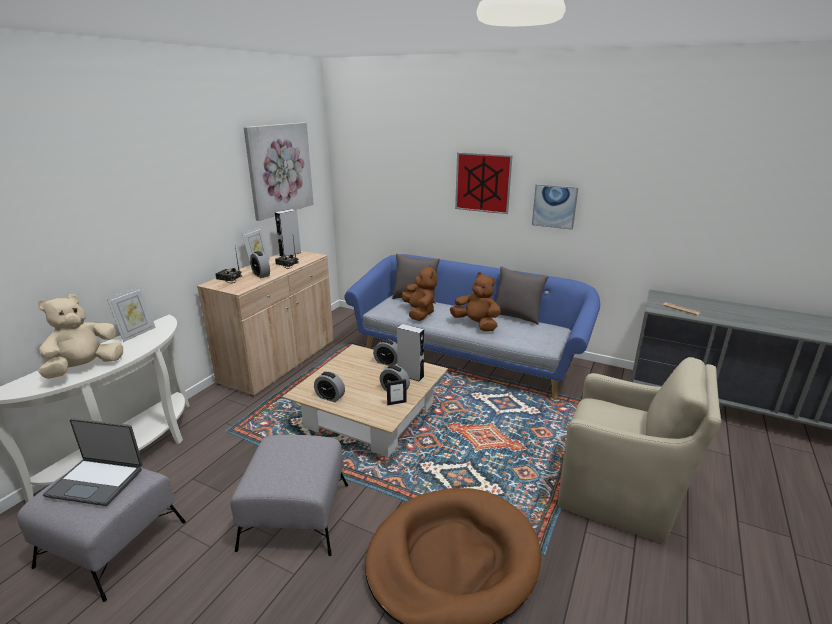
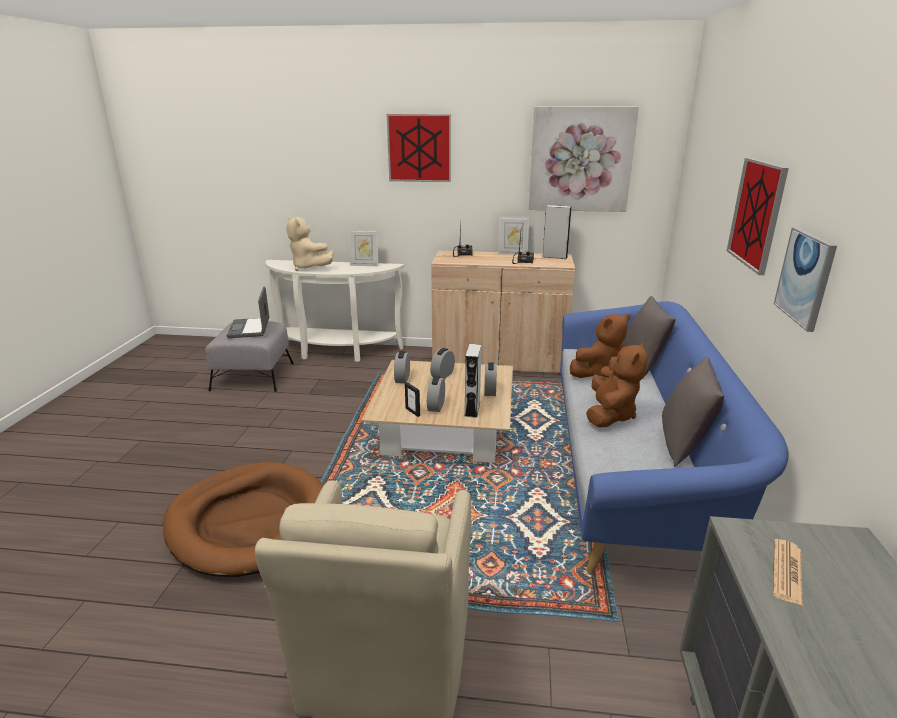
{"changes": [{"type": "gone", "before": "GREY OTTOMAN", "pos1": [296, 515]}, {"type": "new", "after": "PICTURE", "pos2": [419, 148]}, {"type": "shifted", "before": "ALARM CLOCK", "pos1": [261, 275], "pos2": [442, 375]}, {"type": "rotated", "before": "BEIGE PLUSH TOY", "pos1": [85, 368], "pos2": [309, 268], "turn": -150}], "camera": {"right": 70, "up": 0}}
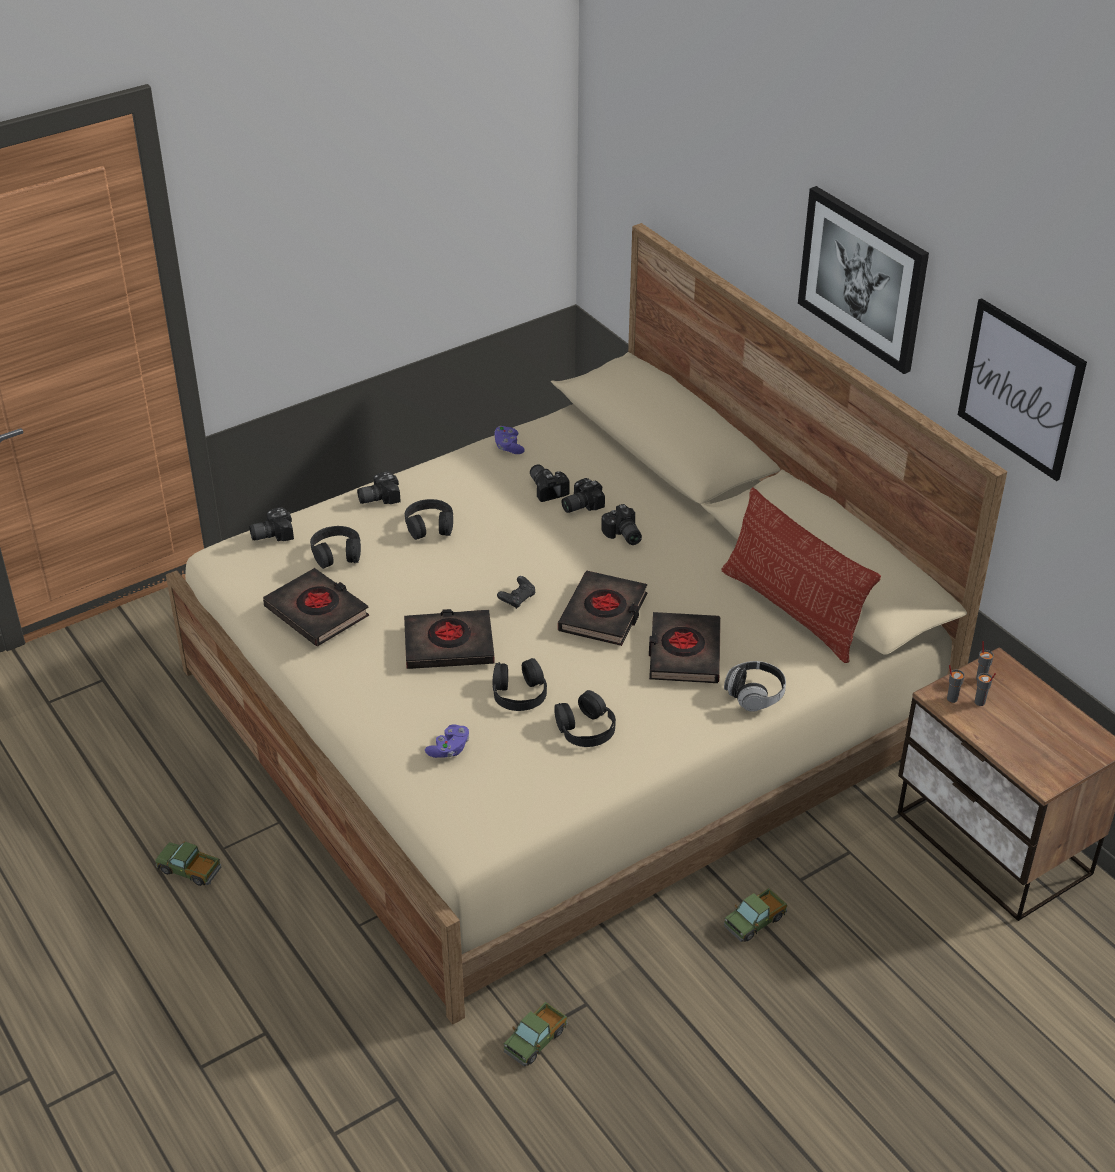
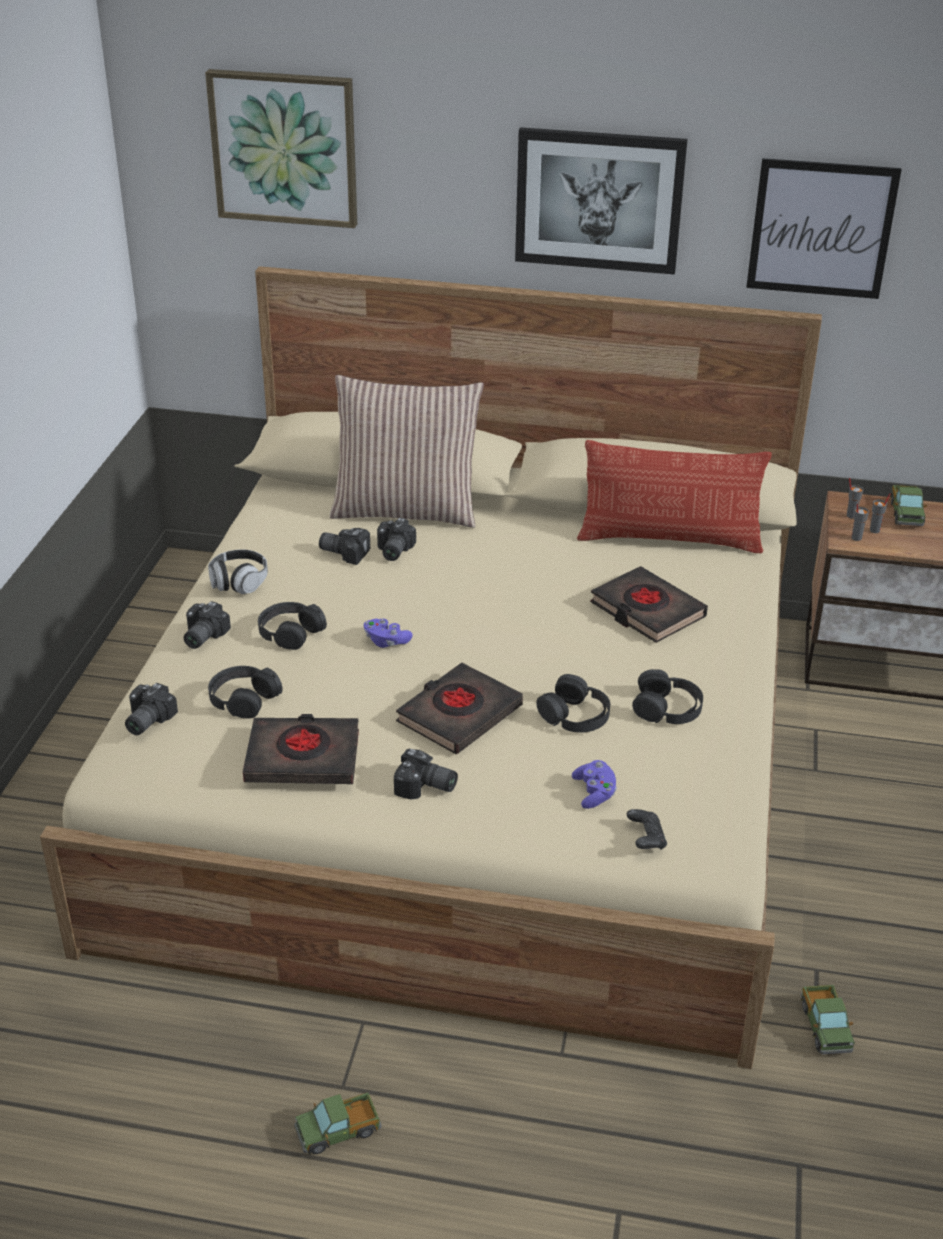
{"changes": [{"type": "gone", "before": "BLACK BOOK", "pos1": [603, 614]}, {"type": "new", "after": "PICTURE", "pos2": [284, 148]}, {"type": "new", "after": "PILLOW", "pos2": [406, 510]}, {"type": "shifted", "before": "PURPLE GAME CONTROLLER", "pos1": [508, 447], "pos2": [386, 641]}, {"type": "shifted", "before": "BLACK GAME CONTROLLER", "pos1": [517, 599], "pos2": [646, 839]}, {"type": "shifted", "before": "PHOTO CAMERA", "pos1": [622, 536], "pos2": [425, 788]}, {"type": "shifted", "before": "HEADPHONES", "pos1": [755, 695], "pos2": [239, 582]}, {"type": "shifted", "before": "TOY TRUCK", "pos1": [754, 922], "pos2": [905, 514]}], "camera": {"right": -45, "up": -5}}
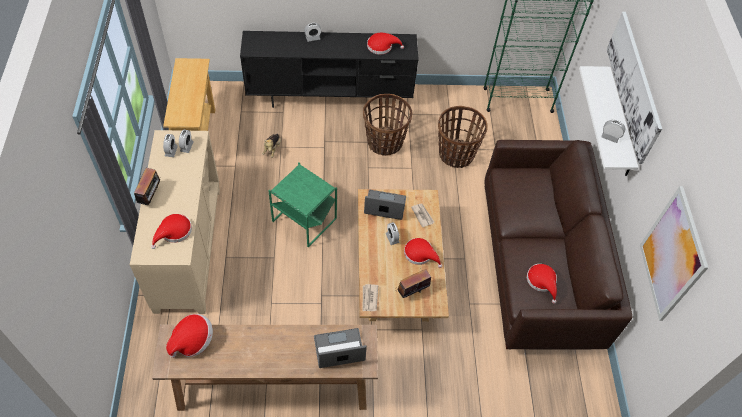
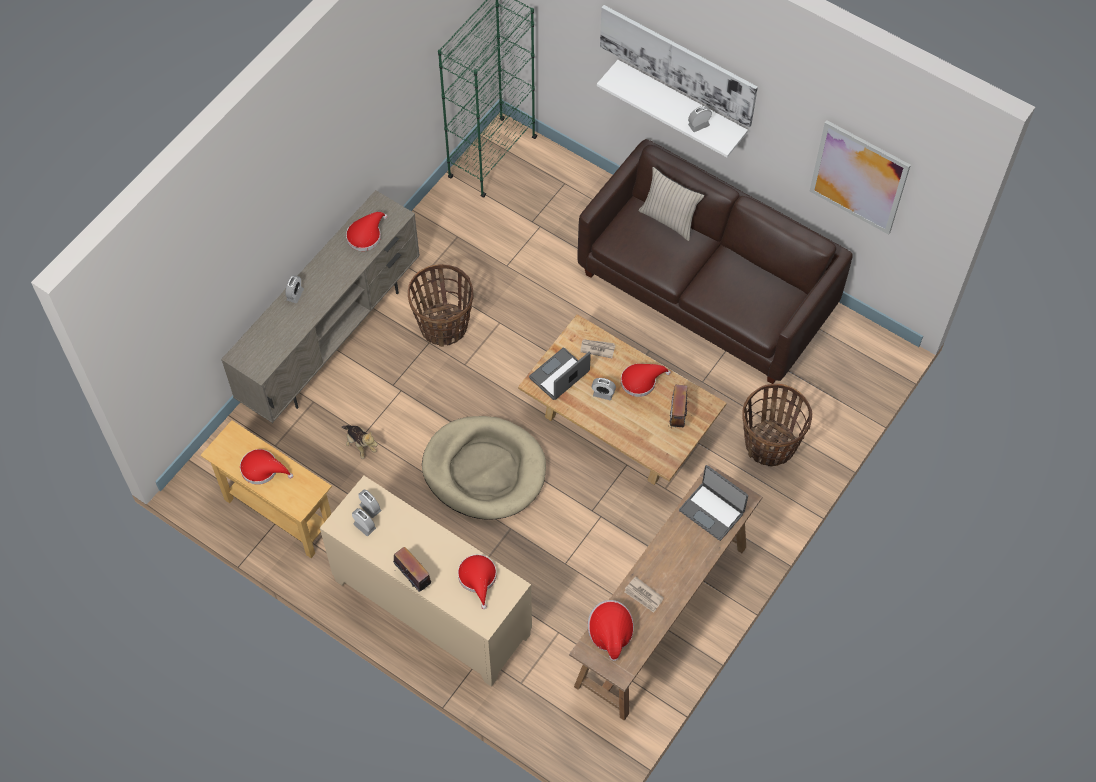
{"changes": [{"type": "new", "after": "BEIGE PILLOW", "pos2": [669, 219]}, {"type": "shifted", "before": "NEWSPAPER", "pos1": [369, 298], "pos2": [643, 595]}, {"type": "shifted", "before": "BASKET", "pos1": [456, 154], "pos2": [770, 445]}, {"type": "shifted", "before": "RED HAT", "pos1": [542, 281], "pos2": [263, 469]}, {"type": "swapped", "before": "GREEN SIDE TABLE", "after": "BEIGE DOG BED", "pos1": [304, 219], "pos2": [484, 470]}, {"type": "repainted", "before": "BLACK TV STAND", "after": "BEIGE TV STAND", "pos1": [330, 97], "pos2": [332, 338]}, {"type": "rotated", "before": "LAPTOP", "pos1": [339, 350], "pos2": [712, 511], "turn": -75}], "camera": {"right": -50, "up": 5}}
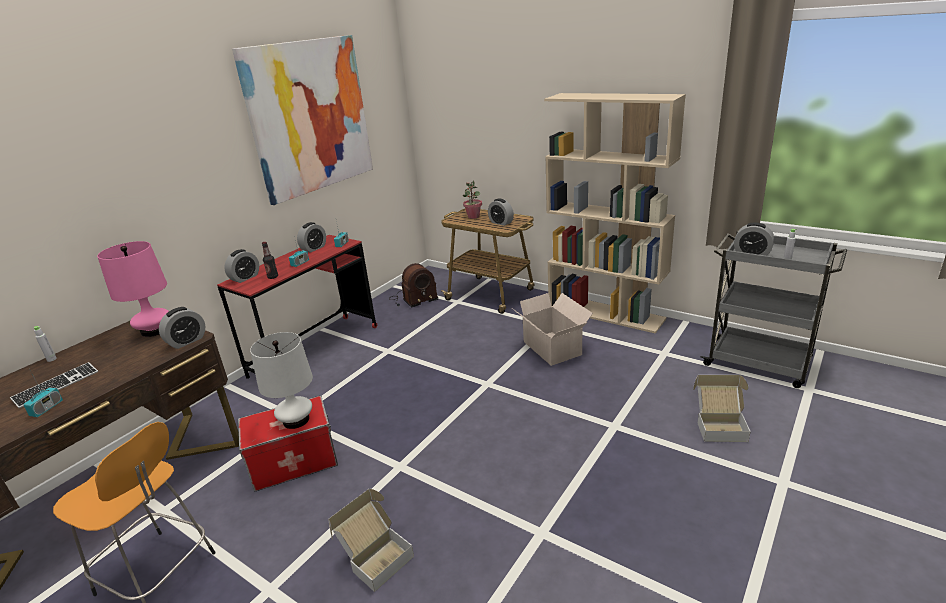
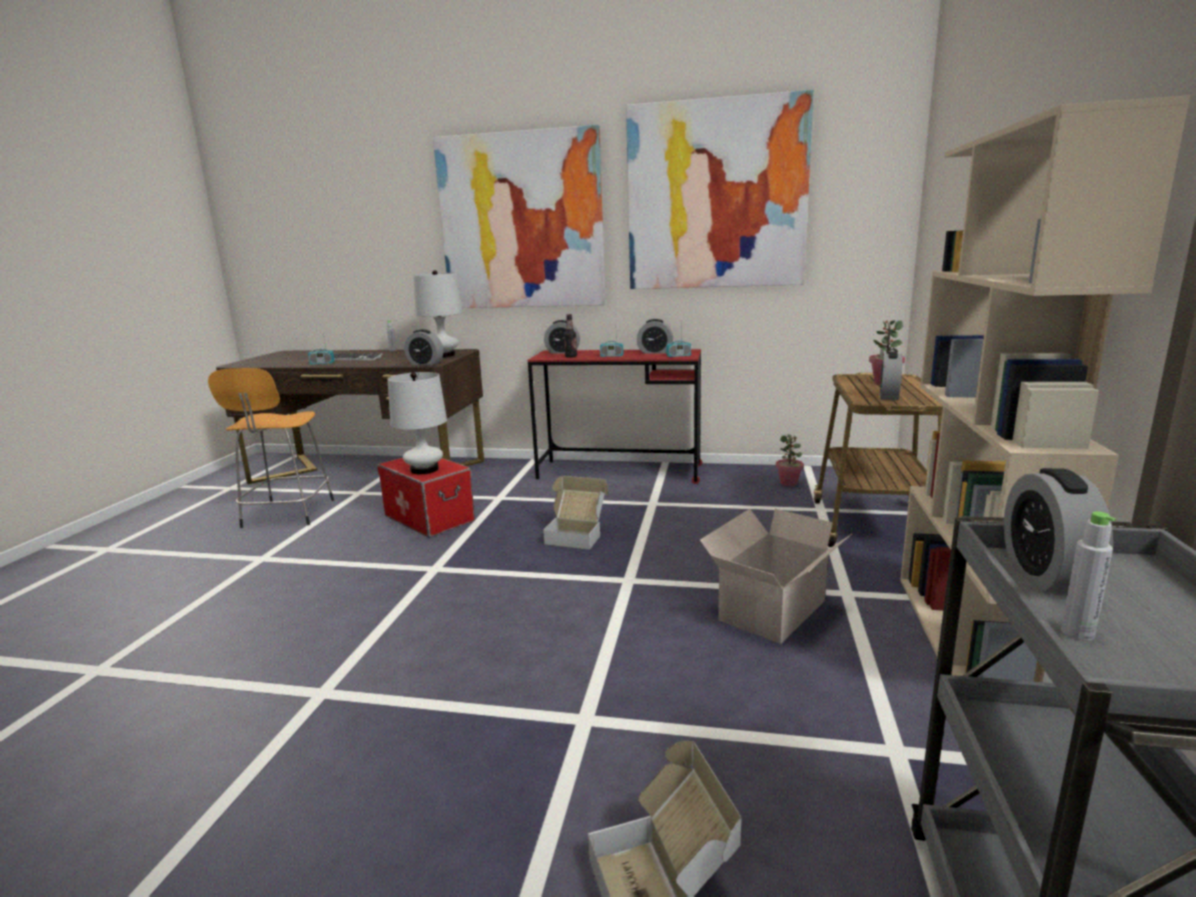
{"changes": [{"type": "new", "after": "PICTURE", "pos2": [521, 222]}, {"type": "shifted", "before": "CARDBOARD BOX", "pos1": [375, 556], "pos2": [577, 535]}, {"type": "swapped", "before": "RADIO", "after": "POTTED PLANT", "pos1": [413, 299], "pos2": [789, 483]}, {"type": "repainted", "before": "PINK TABLE LAMP", "after": "WHITE TABLE LAMP", "pos1": [154, 330], "pos2": [443, 355]}], "camera": {"right": 65, "up": -10}}
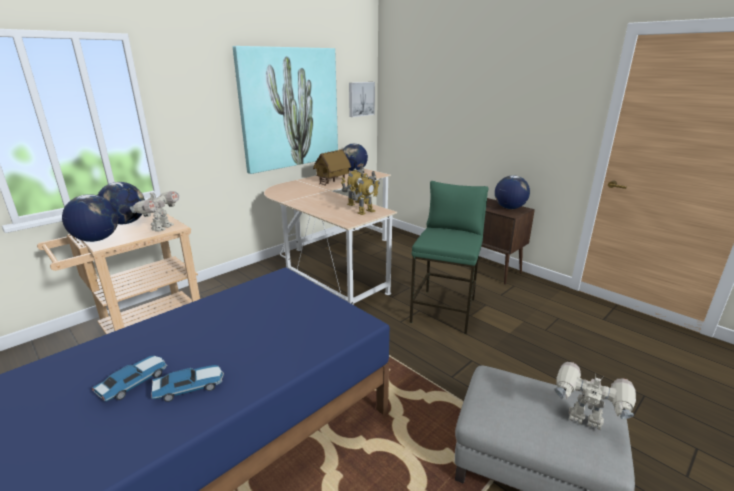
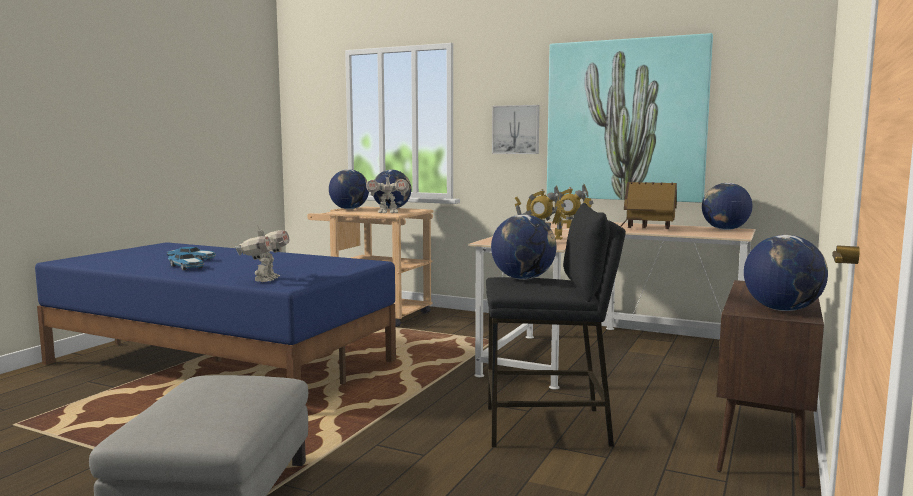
{"changes": [{"type": "new", "after": "GLOBE", "pos2": [523, 278]}, {"type": "shifted", "before": "PICTURE", "pos1": [360, 99], "pos2": [516, 129]}, {"type": "shifted", "before": "TOY ROBOT", "pos1": [585, 422], "pos2": [265, 280]}, {"type": "repainted", "before": "GREEN STOOL", "after": "BLACK STOOL", "pos1": [444, 310], "pos2": [547, 427]}], "camera": {"right": 70, "up": -15}}
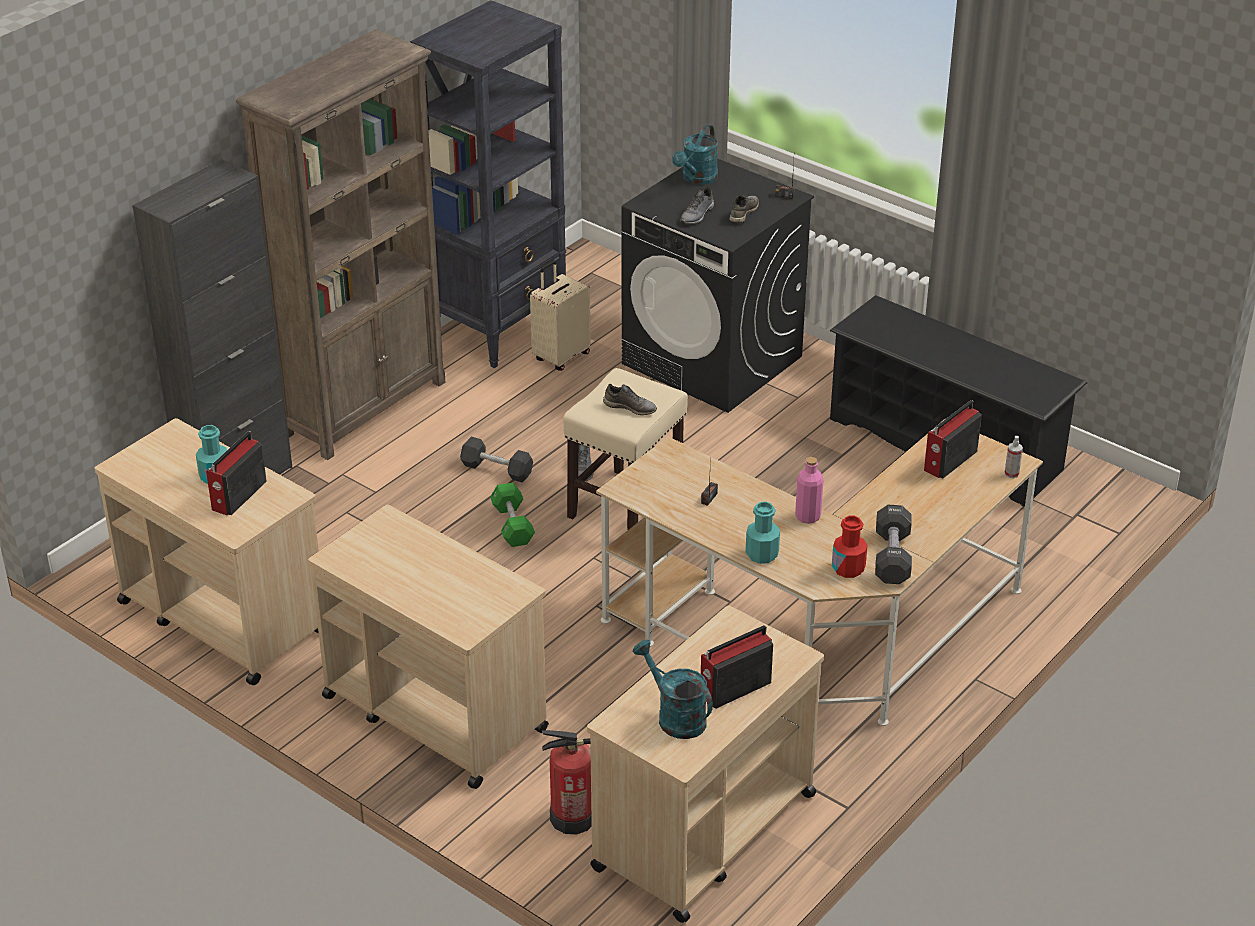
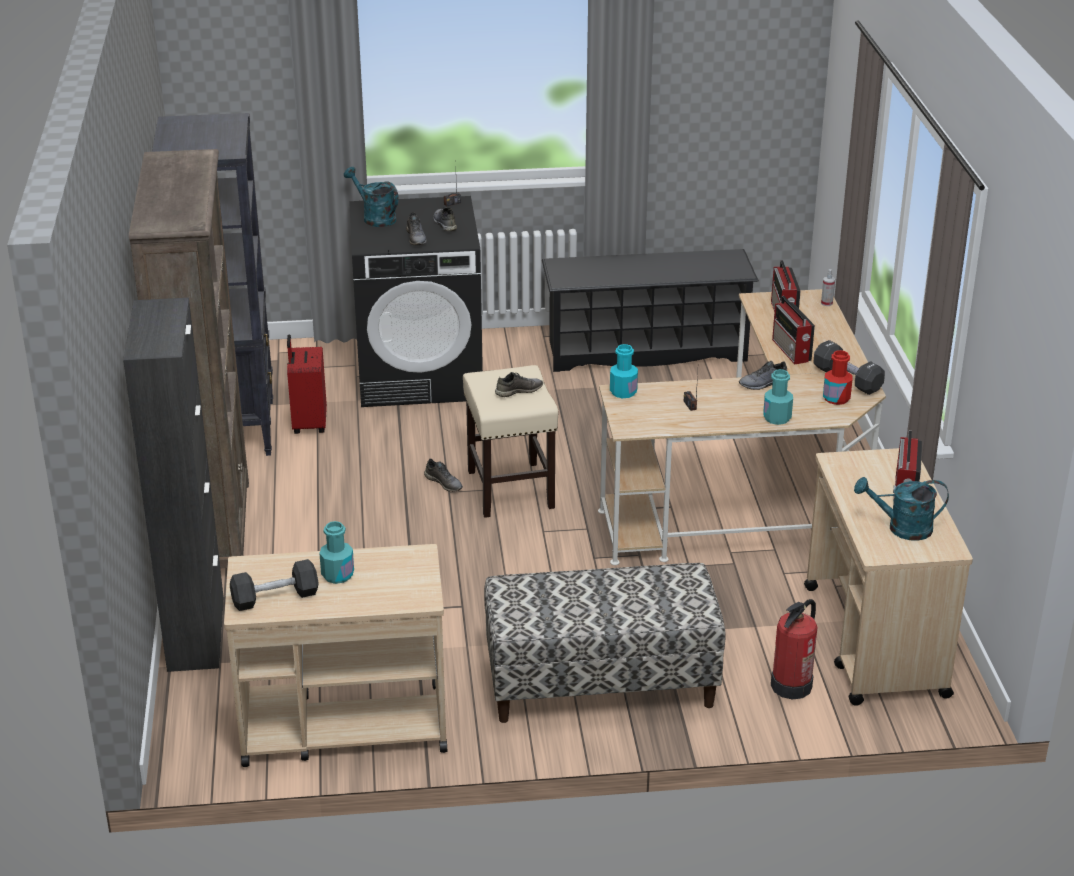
{"changes": [{"type": "gone", "before": "GREEN DUMBBELL", "pos1": [512, 525]}, {"type": "new", "after": "TURQUOISE BOTTLE", "pos2": [623, 392]}, {"type": "shifted", "before": "RADIO", "pos1": [238, 496], "pos2": [791, 351]}, {"type": "shifted", "before": "BLACK DUMBBELL", "pos1": [497, 470], "pos2": [275, 597]}, {"type": "swapped", "before": "BEIGE CART", "after": "BENCH", "pos1": [433, 712], "pos2": [600, 685]}, {"type": "swapped", "before": "PINK BOTTLE", "after": "GREY SHOE", "pos1": [807, 517], "pos2": [763, 384]}, {"type": "repainted", "before": "BEIGE SUITCASE", "after": "RED SUITCASE", "pos1": [560, 356], "pos2": [308, 424]}, {"type": "rotated", "before": "TURQUOISE WATERING CAN", "pos1": [697, 179], "pos2": [375, 218], "turn": 150}], "camera": {"right": -45, "up": -5}}
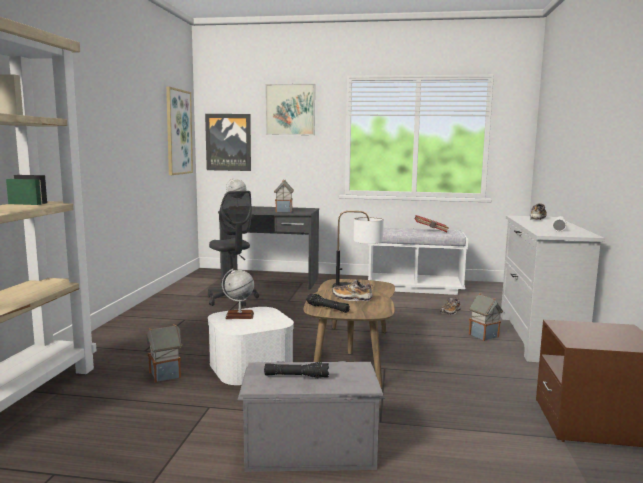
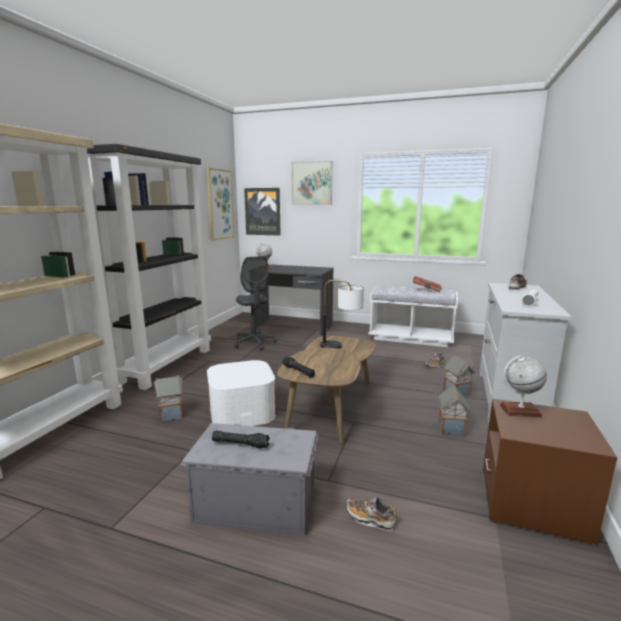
{"changes": [{"type": "new", "after": "BLACK BOOKCASE", "pos2": [166, 365]}, {"type": "shifted", "before": "GLOBE", "pos1": [239, 316], "pos2": [520, 410]}, {"type": "shifted", "before": "TOY HOUSE", "pos1": [283, 211], "pos2": [451, 428]}, {"type": "shifted", "before": "SHOE", "pos1": [352, 298], "pos2": [370, 519]}], "camera": {"right": 10, "up": 5}}
